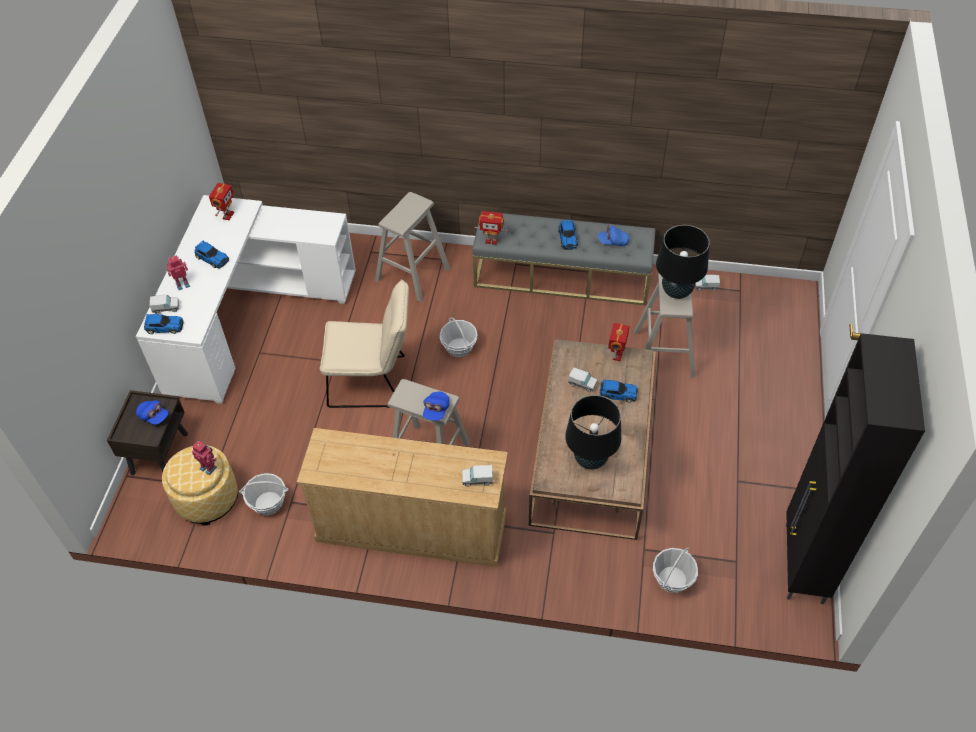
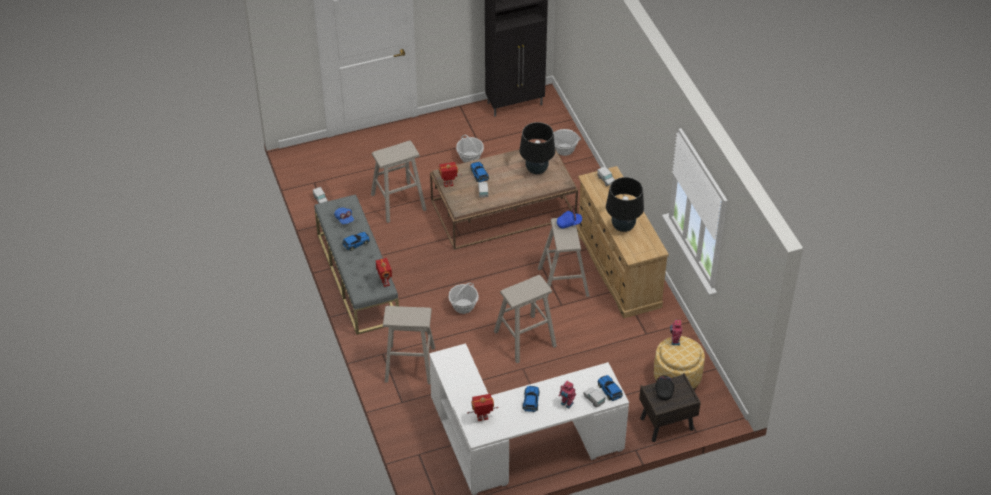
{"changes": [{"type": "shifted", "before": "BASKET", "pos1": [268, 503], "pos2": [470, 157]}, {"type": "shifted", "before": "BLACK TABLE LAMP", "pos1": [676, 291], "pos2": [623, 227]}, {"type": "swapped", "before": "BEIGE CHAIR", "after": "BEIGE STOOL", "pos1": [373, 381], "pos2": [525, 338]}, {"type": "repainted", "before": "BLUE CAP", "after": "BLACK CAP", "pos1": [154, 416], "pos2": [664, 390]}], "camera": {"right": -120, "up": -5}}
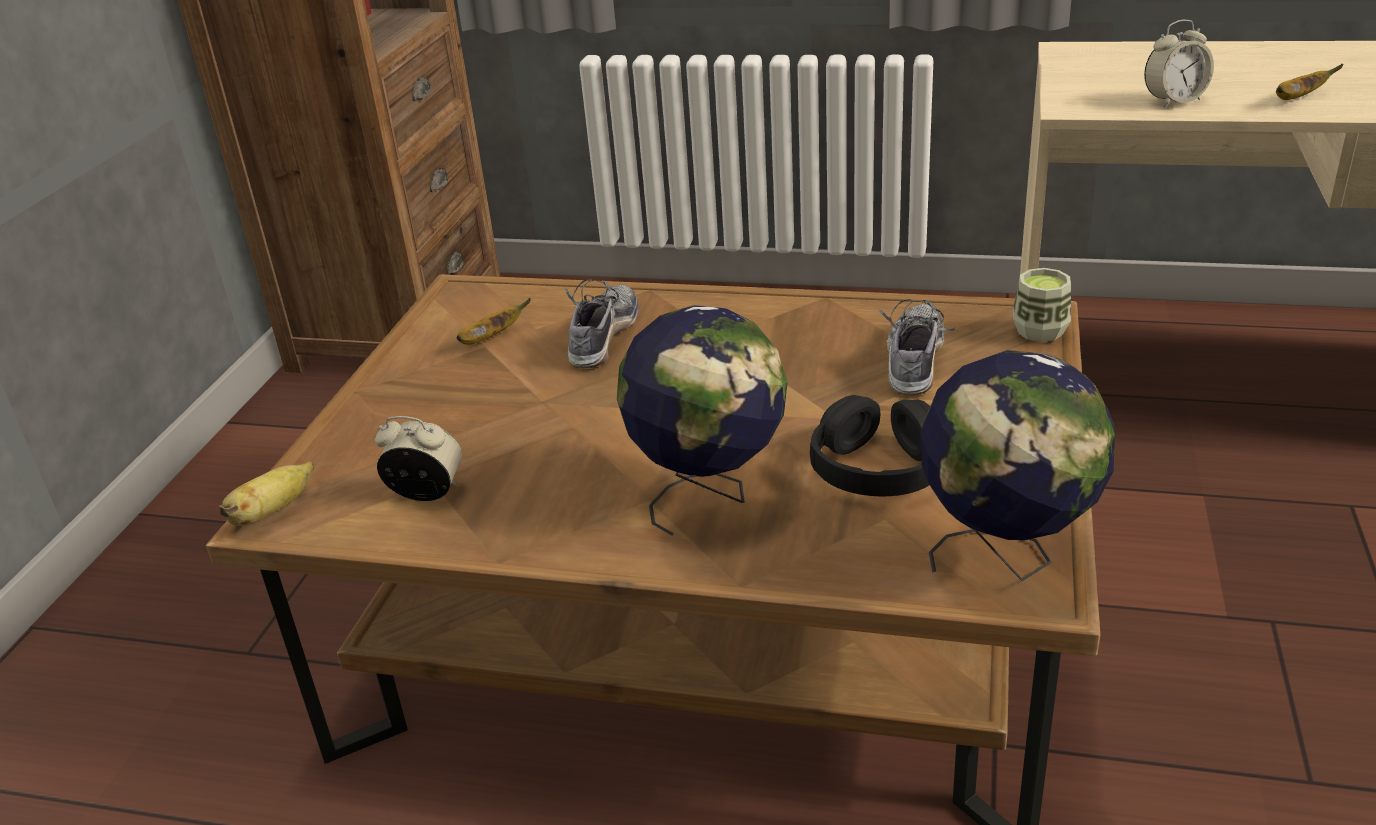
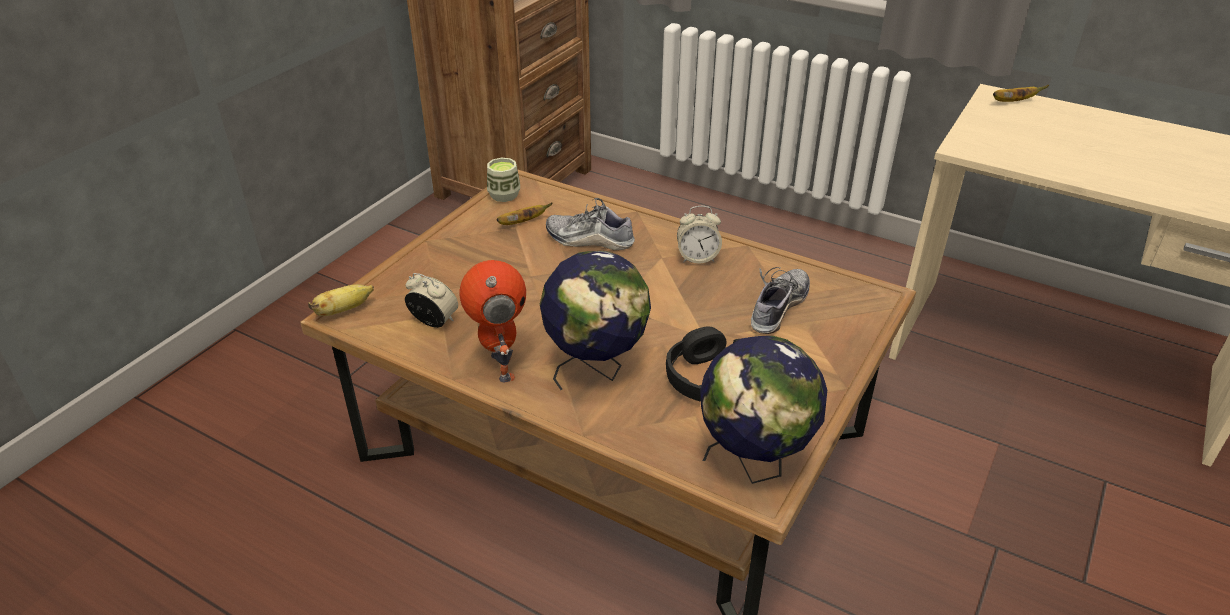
{"changes": [{"type": "new", "after": "TOY ROBOT", "pos2": [499, 366]}, {"type": "shifted", "before": "CUP", "pos1": [1040, 331], "pos2": [504, 195]}, {"type": "shifted", "before": "ALARM CLOCK", "pos1": [1174, 101], "pos2": [697, 258]}, {"type": "shifted", "before": "BANANA", "pos1": [1297, 98], "pos2": [1013, 102]}, {"type": "rotated", "before": "SHOE", "pos1": [602, 337], "pos2": [589, 239], "turn": -105}], "camera": {"right": 15, "up": 5}}
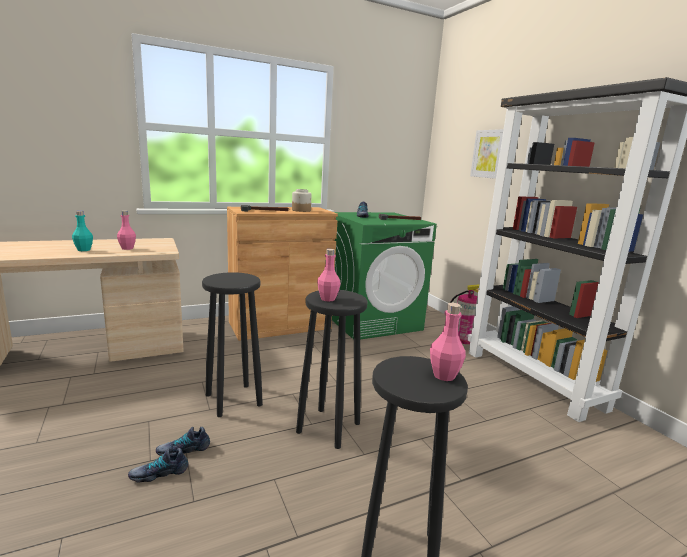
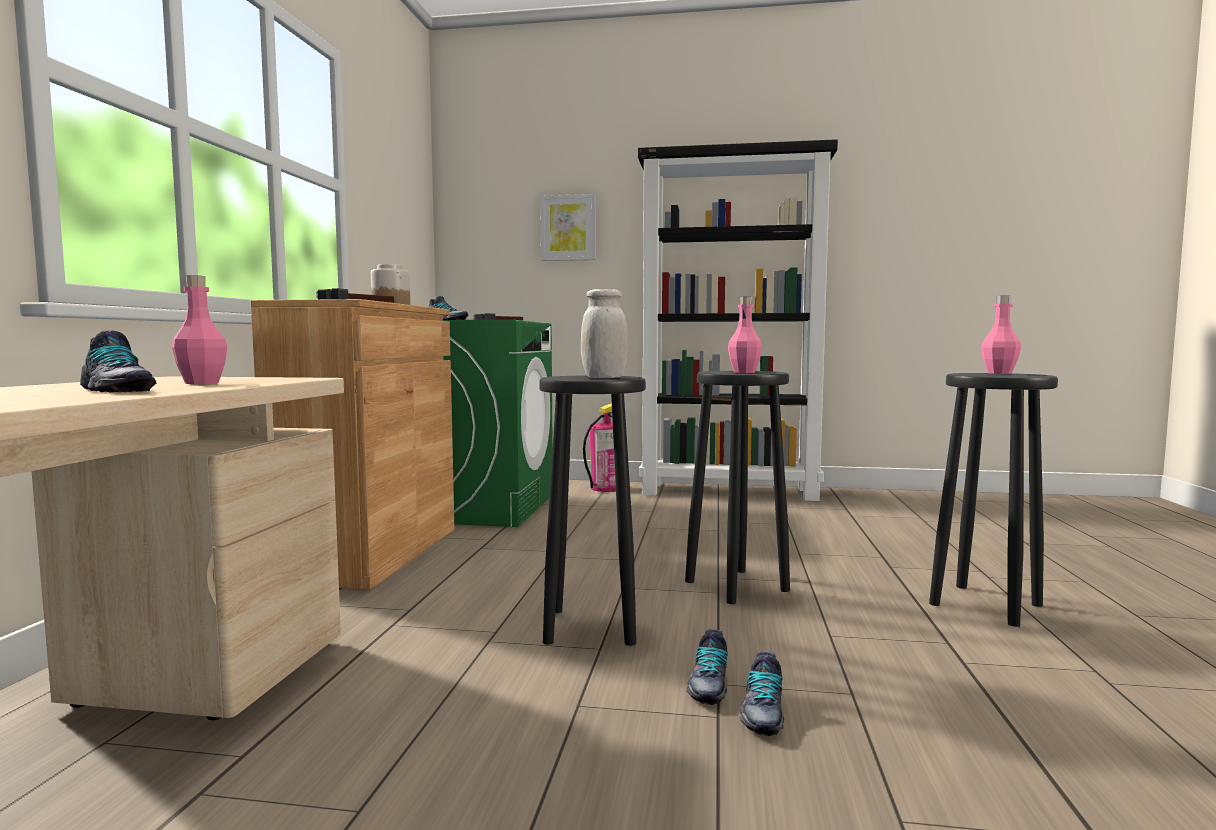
{"changes": [{"type": "new", "after": "WHITE JAR", "pos2": [604, 378]}, {"type": "swapped", "before": "TURQUOISE BOTTLE", "after": "SHOE", "pos1": [84, 250], "pos2": [116, 390]}], "camera": {"right": -55, "up": -10}}
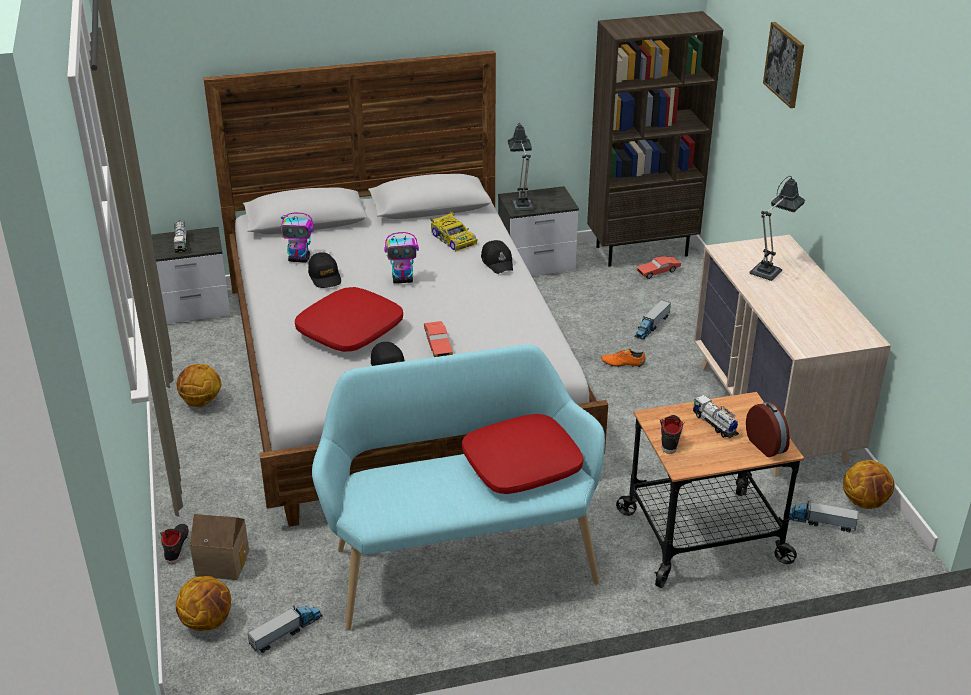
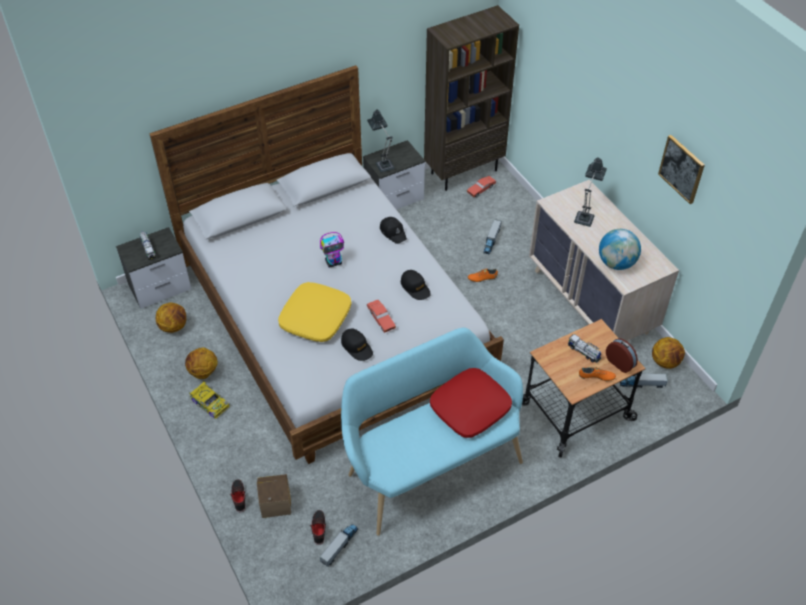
{"changes": [{"type": "gone", "before": "TOY ROBOT", "pos1": [300, 259]}, {"type": "new", "after": "ORANGE SHOE", "pos2": [596, 377]}, {"type": "new", "after": "GLOBE", "pos2": [616, 263]}, {"type": "shifted", "before": "BASKETBALL", "pos1": [208, 621], "pos2": [174, 326]}, {"type": "shifted", "before": "BLACK CAP", "pos1": [325, 276], "pos2": [415, 288]}, {"type": "shifted", "before": "TOY CAR", "pos1": [453, 238], "pos2": [209, 403]}, {"type": "shifted", "before": "BLACK SHOE", "pos1": [670, 436], "pos2": [318, 528]}, {"type": "shifted", "before": "PICTURE", "pos1": [785, 64], "pos2": [682, 169]}, {"type": "repainted", "before": "RED PILLOW", "after": "YELLOW PILLOW", "pos1": [350, 330], "pos2": [316, 318]}], "camera": {"right": -15, "up": 15}}
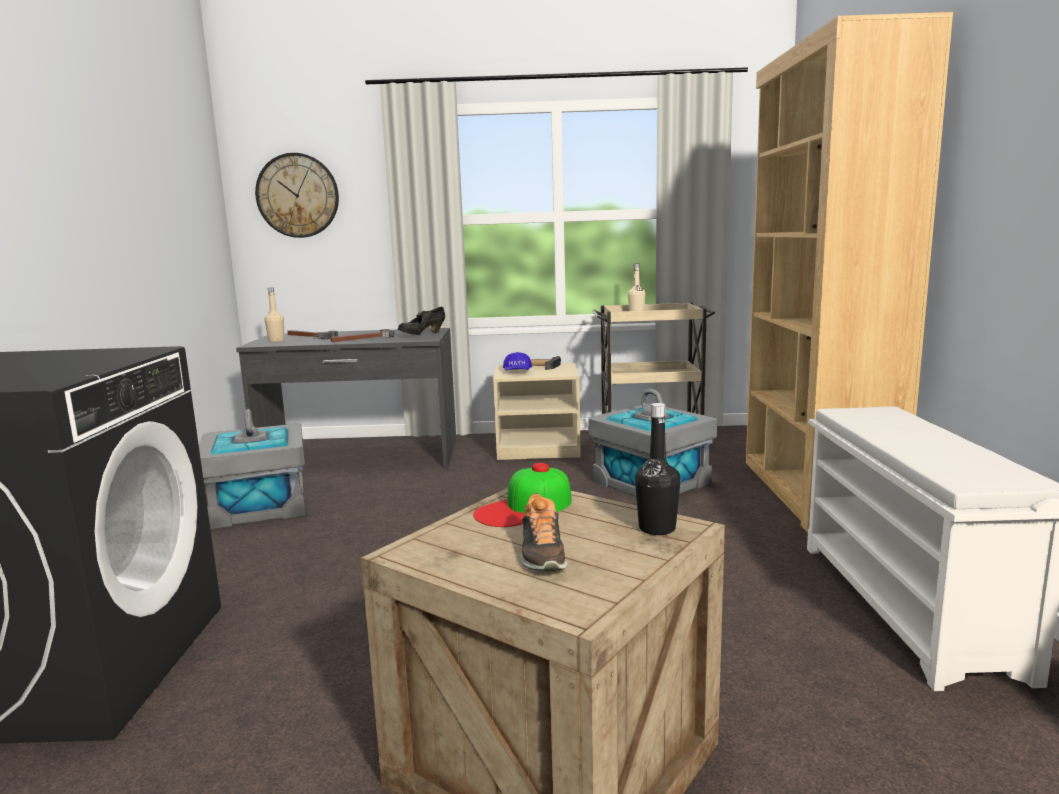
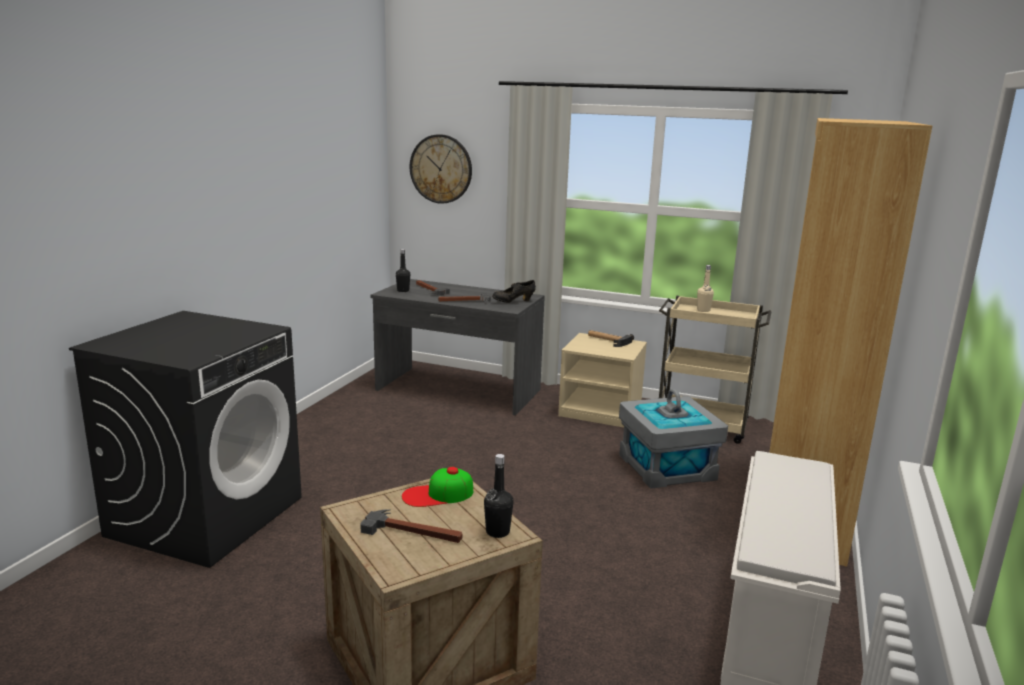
{"changes": [{"type": "gone", "before": "GREY STORAGE BOX", "pos1": [258, 506]}, {"type": "gone", "before": "BLUE CAP", "pos1": [517, 372]}, {"type": "swapped", "before": "SHOE", "after": "HAMMER", "pos1": [542, 554], "pos2": [413, 532]}, {"type": "repainted", "before": "BEIGE BOTTLE", "after": "BLACK BOTTLE", "pos1": [276, 341], "pos2": [403, 291]}], "camera": {"right": 20, "up": 5}}
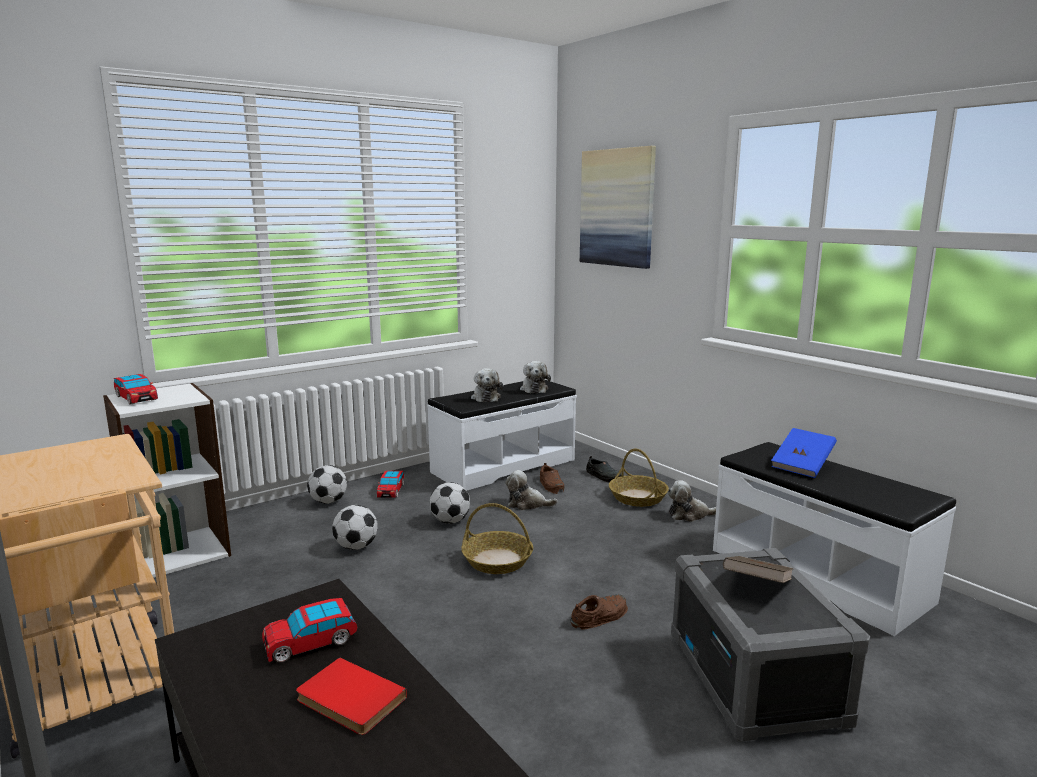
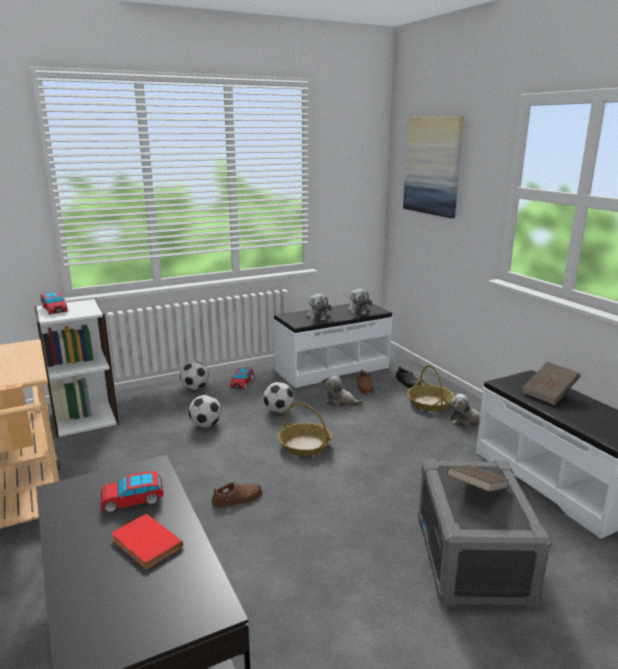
{"changes": [{"type": "shifted", "before": "BROWN SHOE", "pos1": [600, 616], "pos2": [237, 498]}, {"type": "repainted", "before": "BLUE BOOK", "after": "BROWN BOOK", "pos1": [802, 466], "pos2": [549, 394]}], "camera": {"right": 10, "up": 5}}
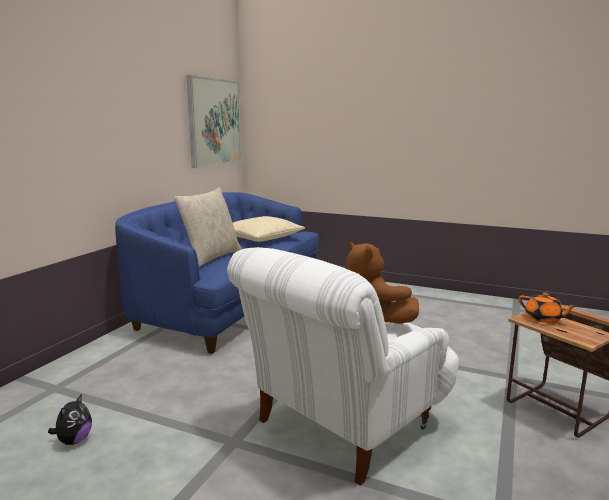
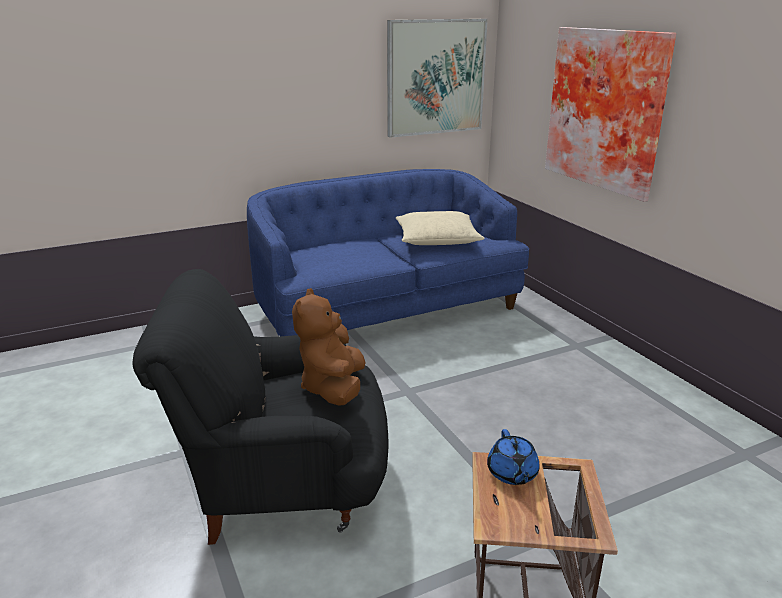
{"changes": [{"type": "gone", "before": "PLUSH TOY", "pos1": [74, 440]}, {"type": "gone", "before": "BEIGE PILLOW", "pos1": [211, 257]}, {"type": "new", "after": "PICTURE", "pos2": [607, 109]}, {"type": "repainted", "before": "WHITE ARMCHAIR", "after": "BLACK ARMCHAIR", "pos1": [344, 425], "pos2": [283, 485]}, {"type": "repainted", "before": "ORANGE TEAPOT", "after": "BLUE TEAPOT", "pos1": [543, 318], "pos2": [512, 474]}], "camera": {"right": 40, "up": 10}}
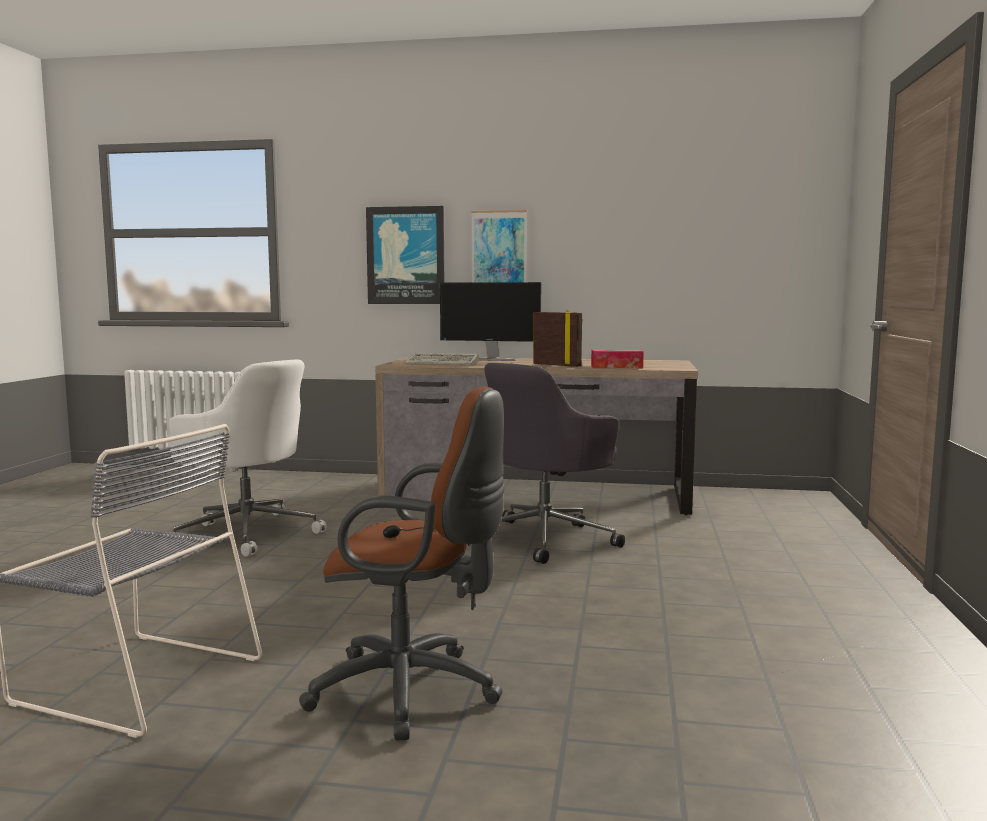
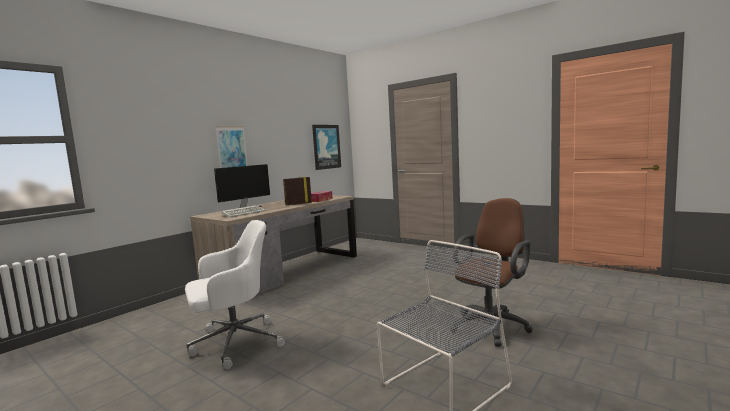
{"changes": [{"type": "gone", "before": "GREY OFFICE CHAIR", "pos1": [546, 538]}, {"type": "shifted", "before": "PICTURE", "pos1": [406, 255], "pos2": [326, 146]}], "camera": {"right": -60, "up": 0}}
